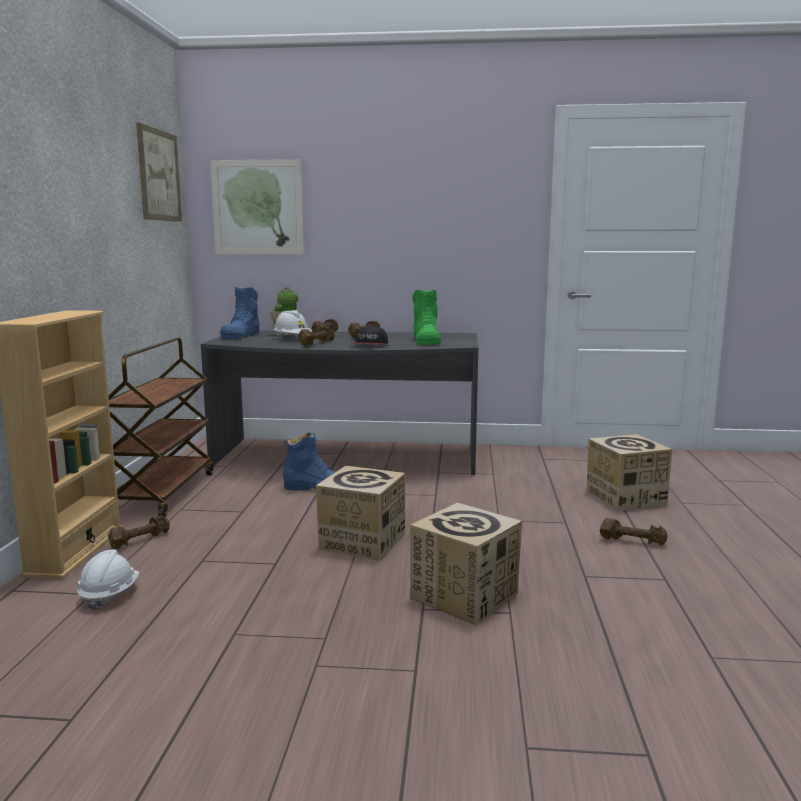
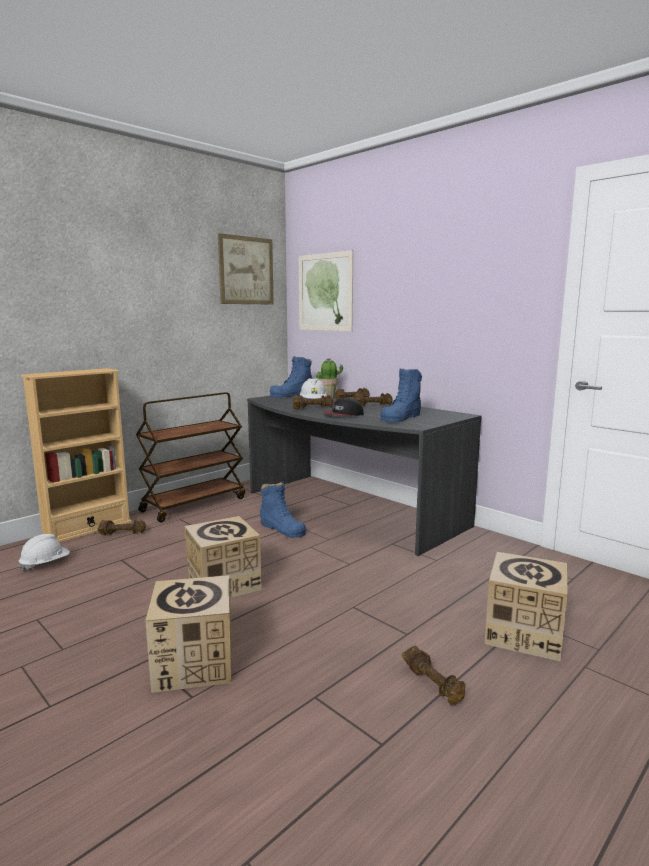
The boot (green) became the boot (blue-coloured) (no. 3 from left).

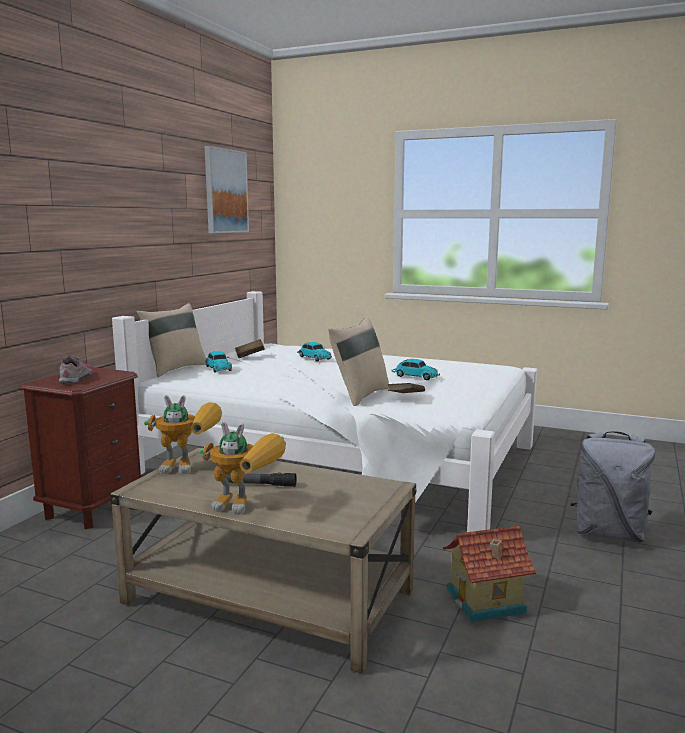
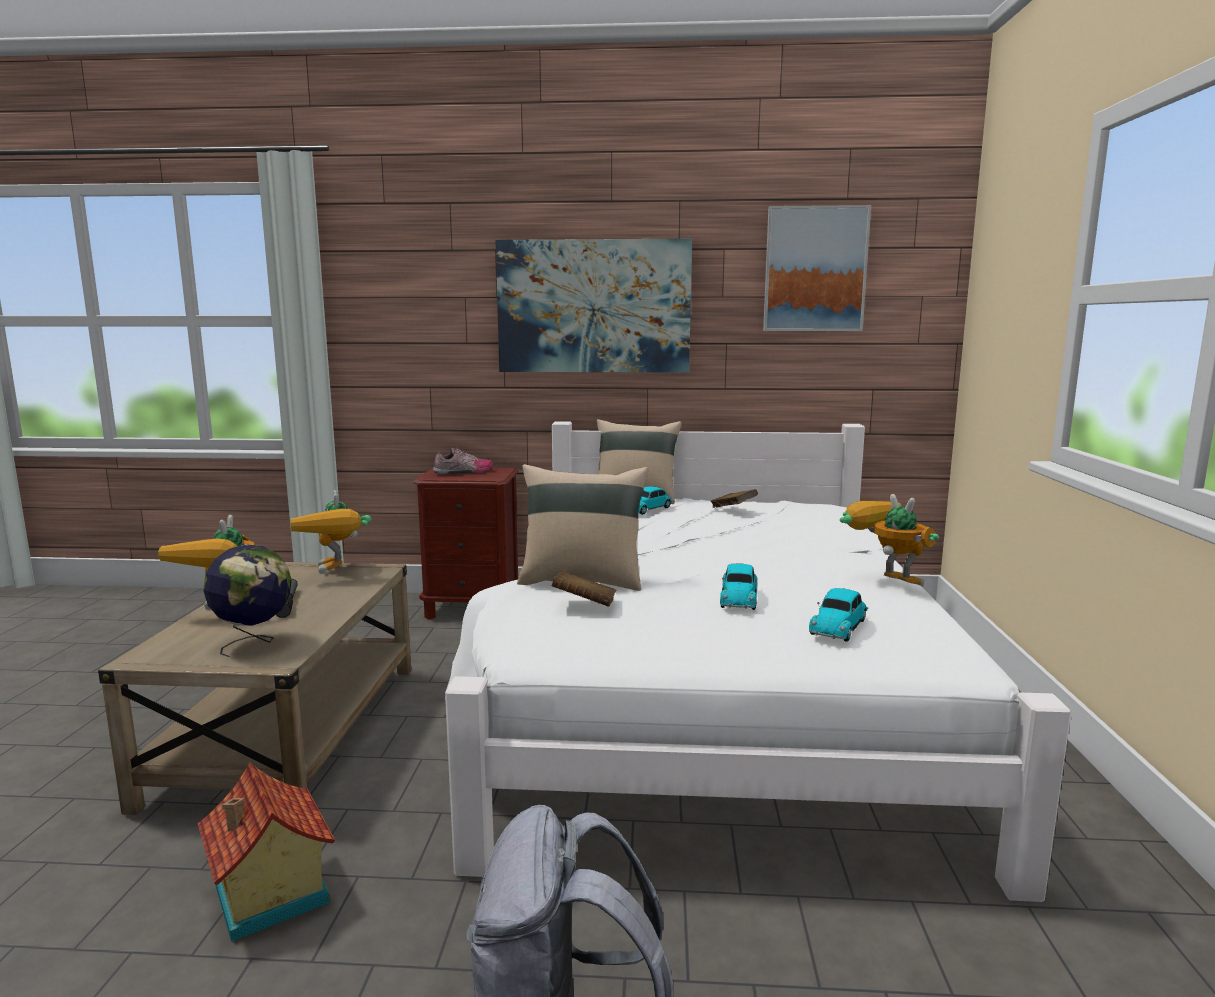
The model car (no. 2 from left in the first image) moved.
The globe appeared.
The picture (no. 1 from left) appeared.
The robot figure (no. 3 from left) appeared.

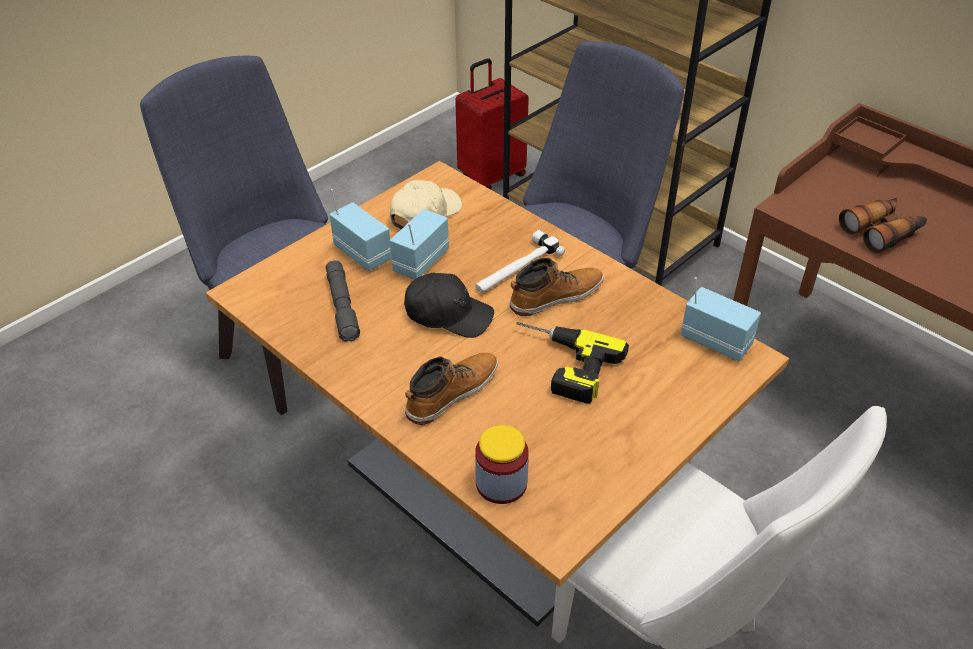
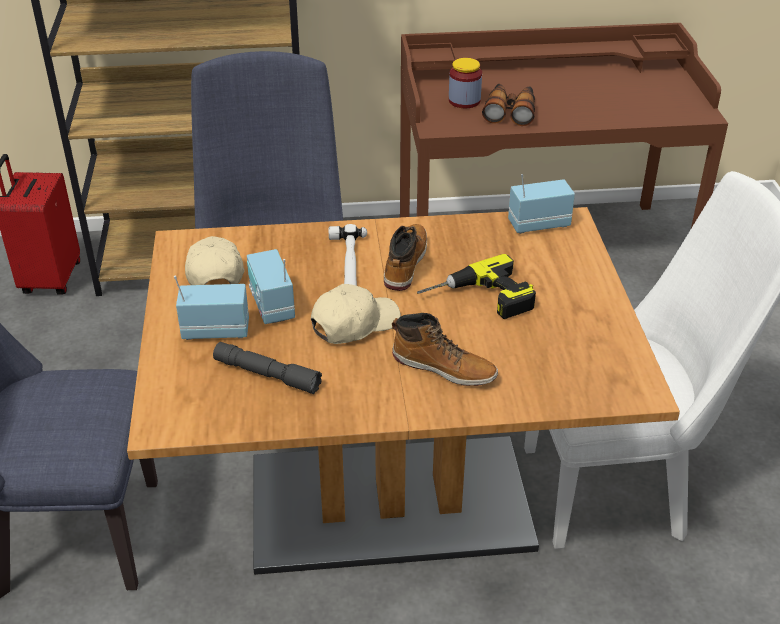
The cap (black) became the cap (sand-coloured) (no. 2 from left).
The boot (no. 1 from left in the first image) turned 120 degrees clockwise.
The jar moved.

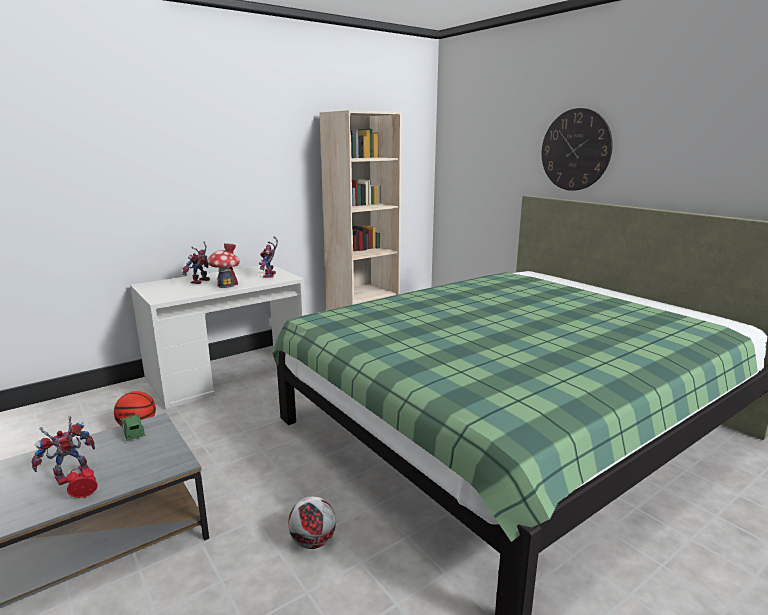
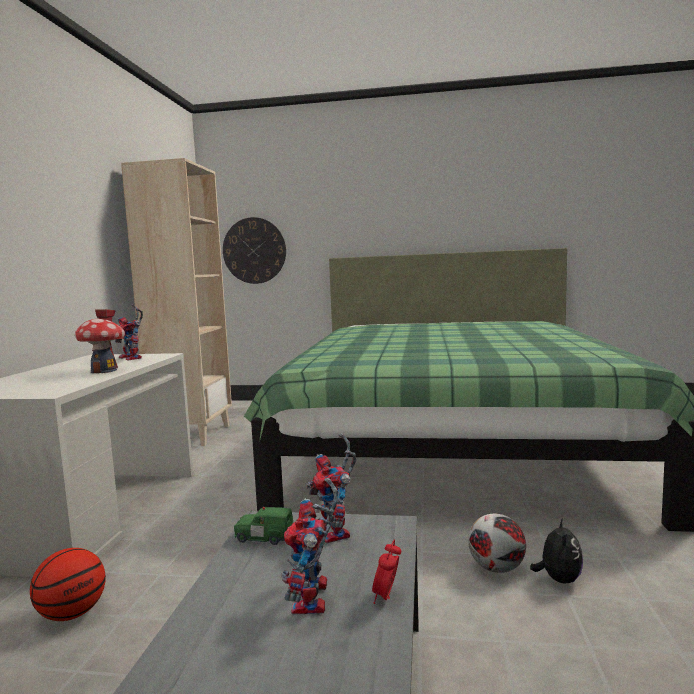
The robot figure (no. 2 from left in the first image) moved.
The wall clock moved.
The soft toy appeared.

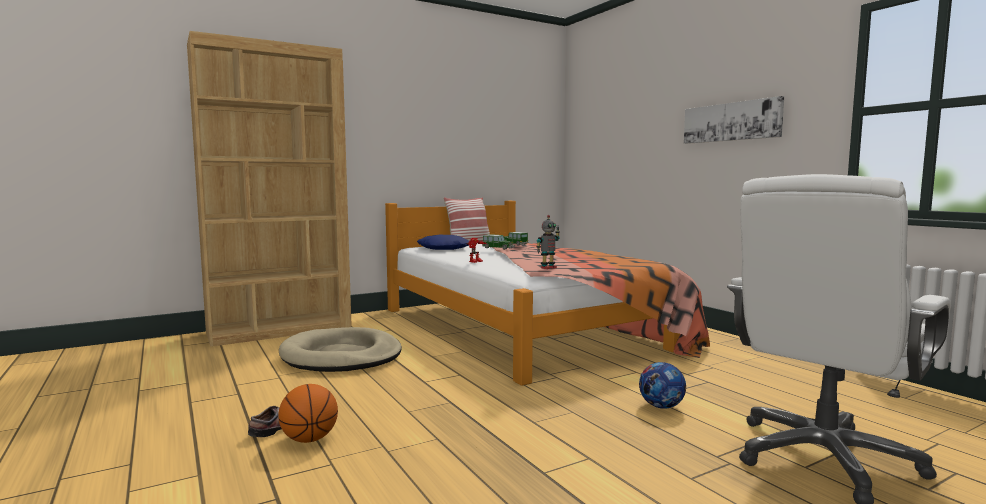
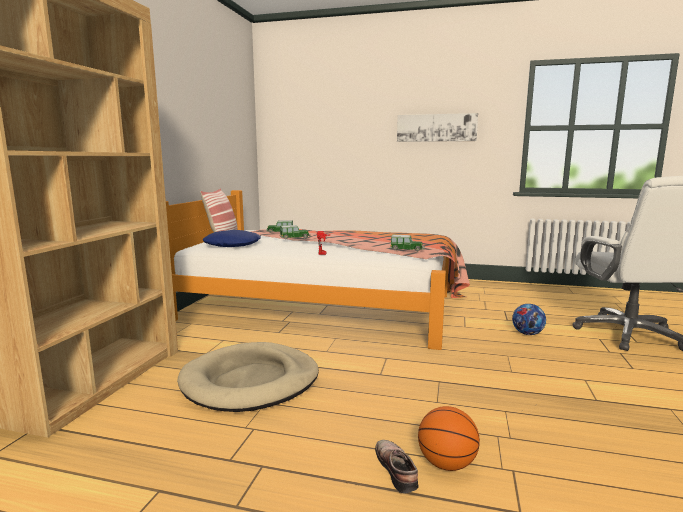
The robot figure (no. 2 from left) was replaced by the model car (no. 3 from left).

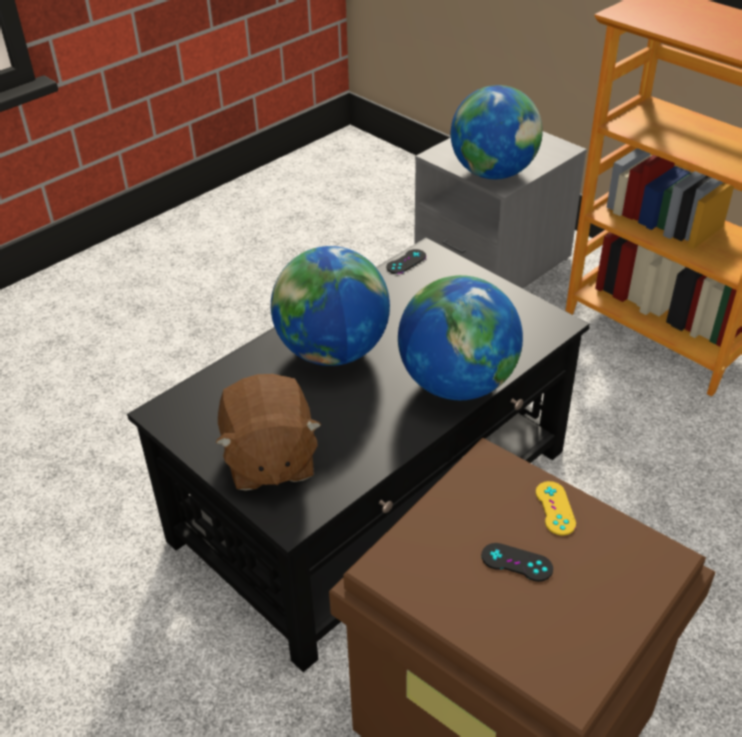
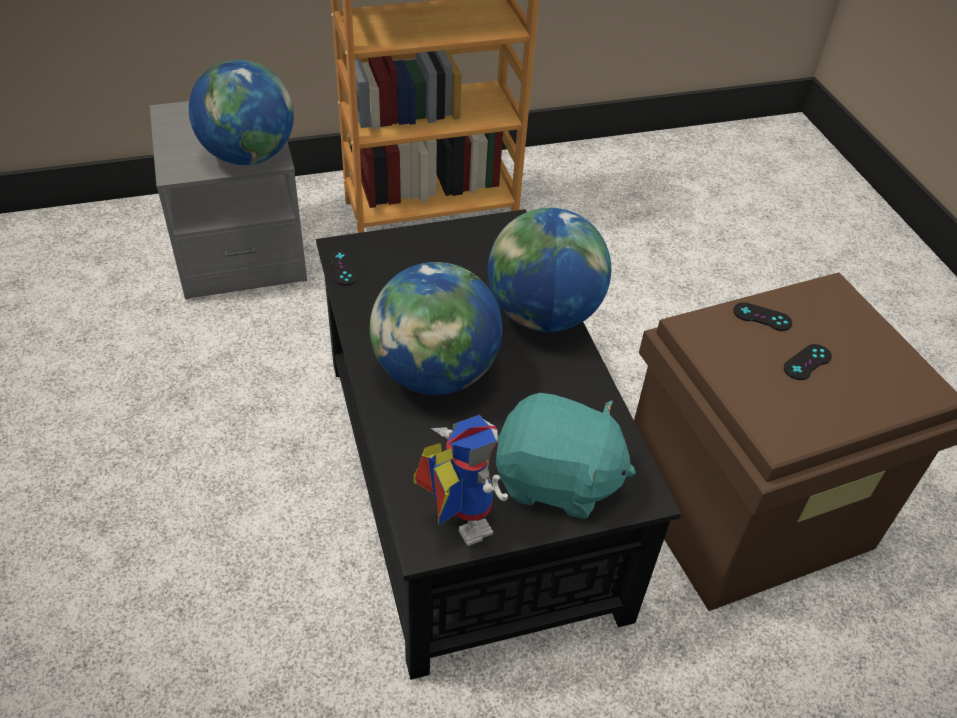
The soft toy (brownish) became the soft toy (turquoise).
The joypad (yellowish) became the joypad (black) (no. 2 from left).
The robot figure appeared.

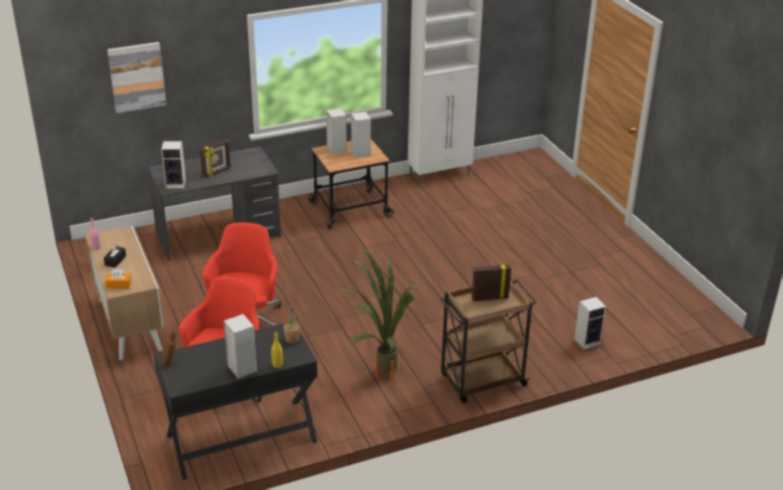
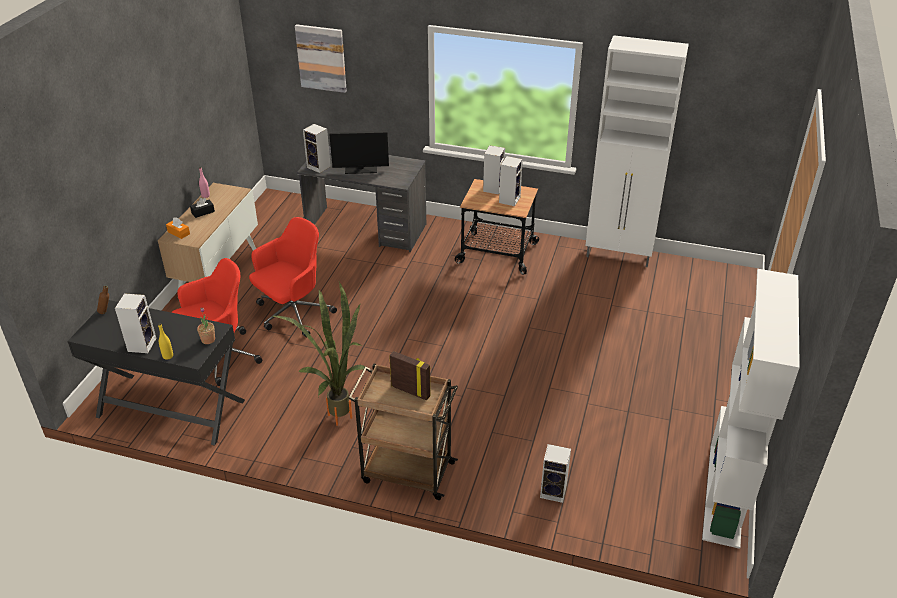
The photo frame (no. 1 from left) was replaced by the computer display.
The bookcase (white-coloured) appeared.

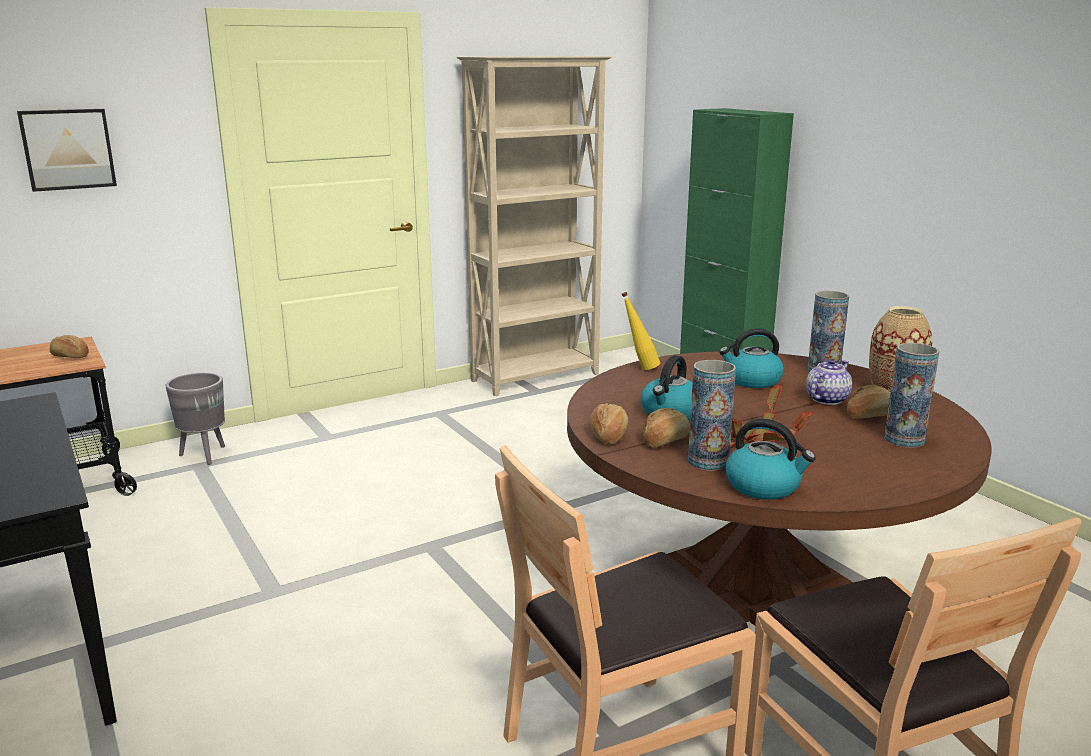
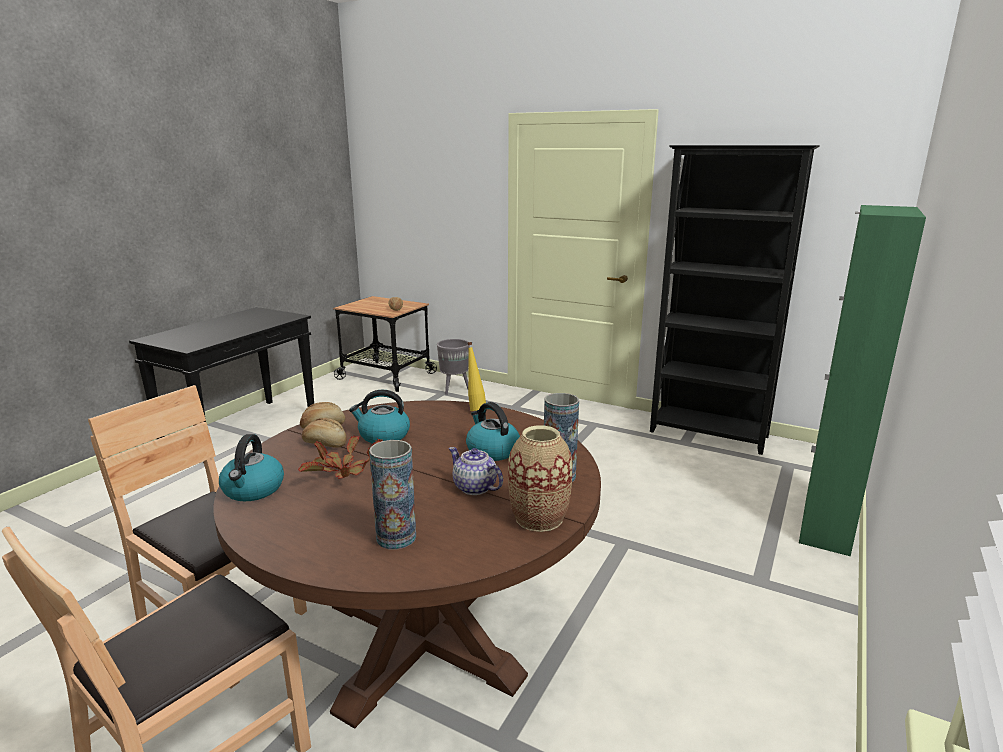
The picture disappeared.
The bookcase (sand-coloured) became the bookcase (black).
The decorative vase (no. 1 from left) disappeared.
The tea pot turned 150 degrees counterclockwise.
The baked bread (no. 4 from left) disappeared.

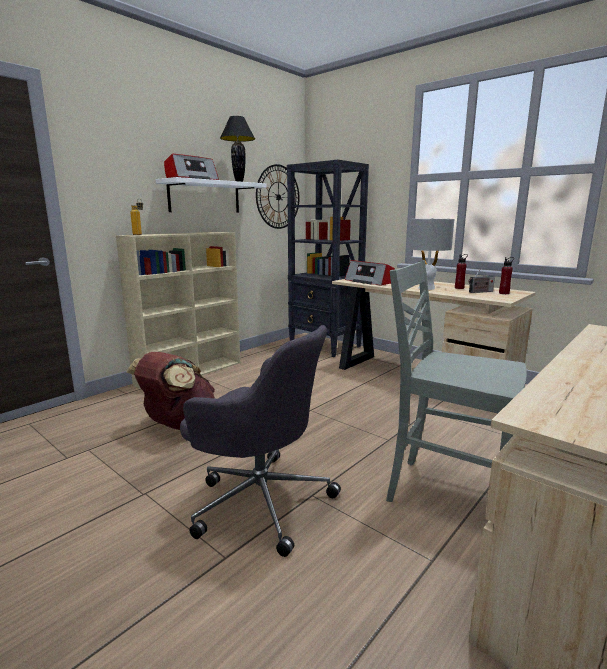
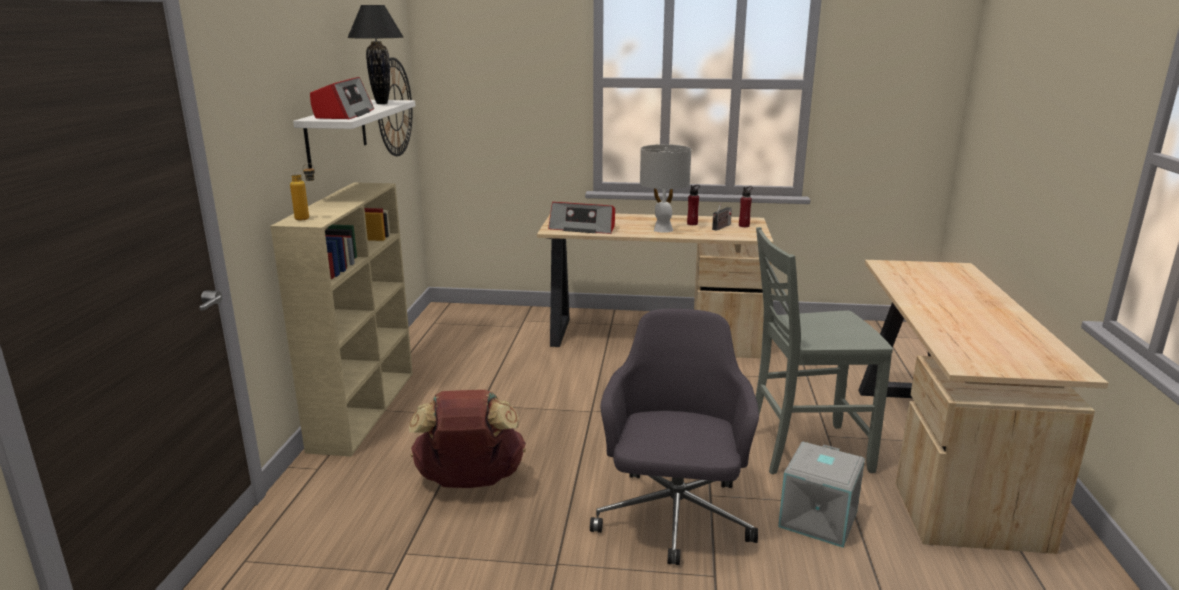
The computer chair (greyish) turned 75 degrees counterclockwise.
The bookcase (black) disappeared.
The storage container (greyish) appeared.

